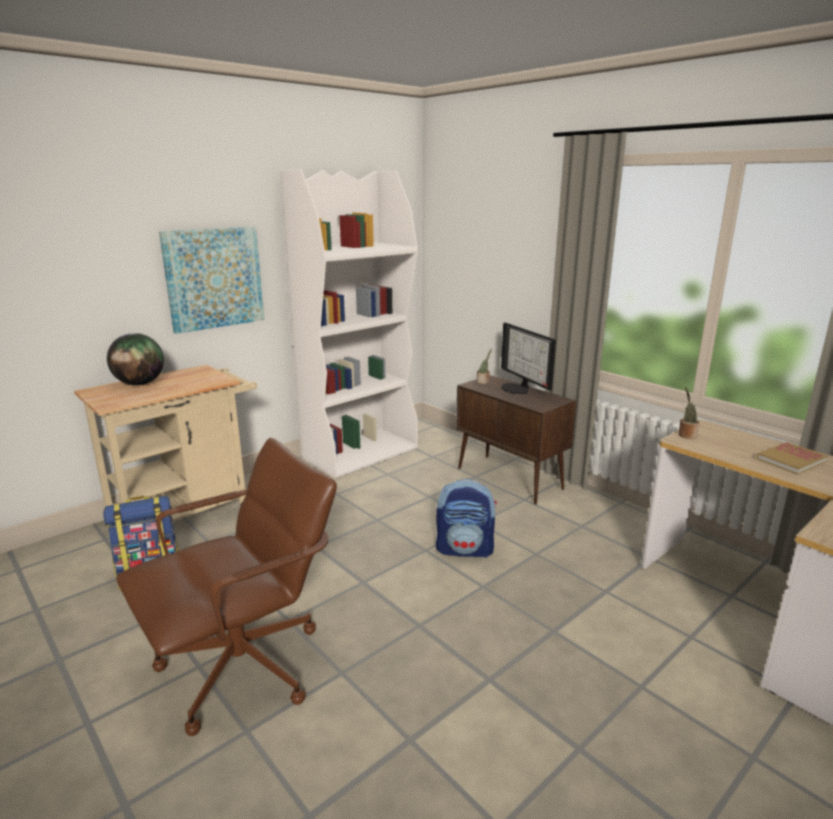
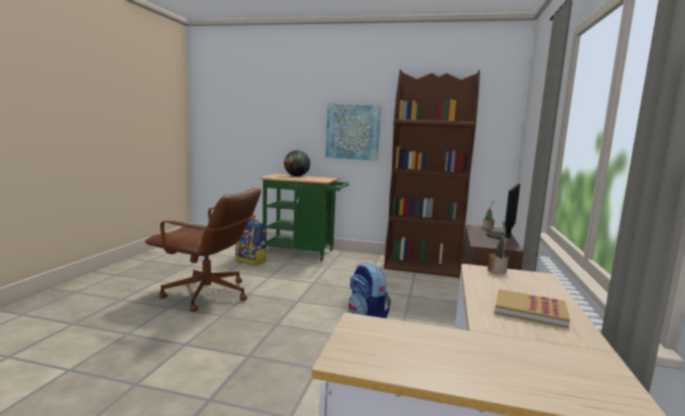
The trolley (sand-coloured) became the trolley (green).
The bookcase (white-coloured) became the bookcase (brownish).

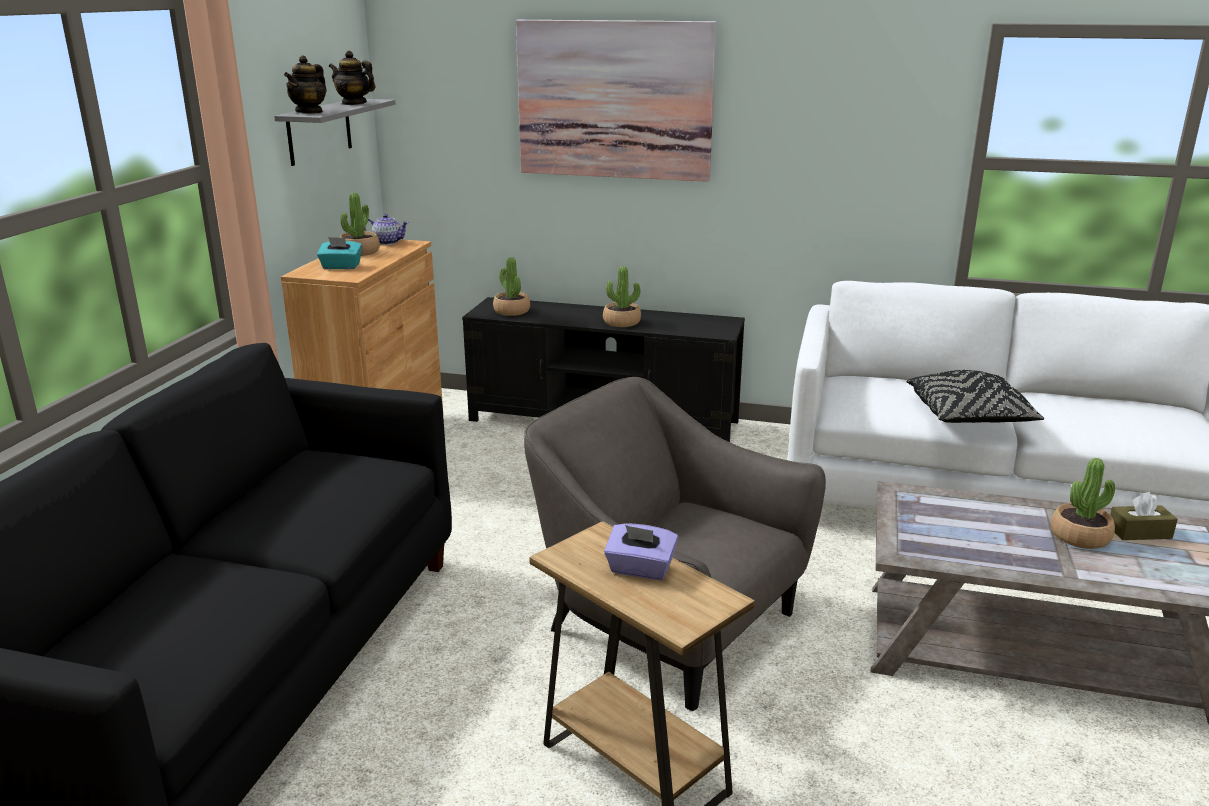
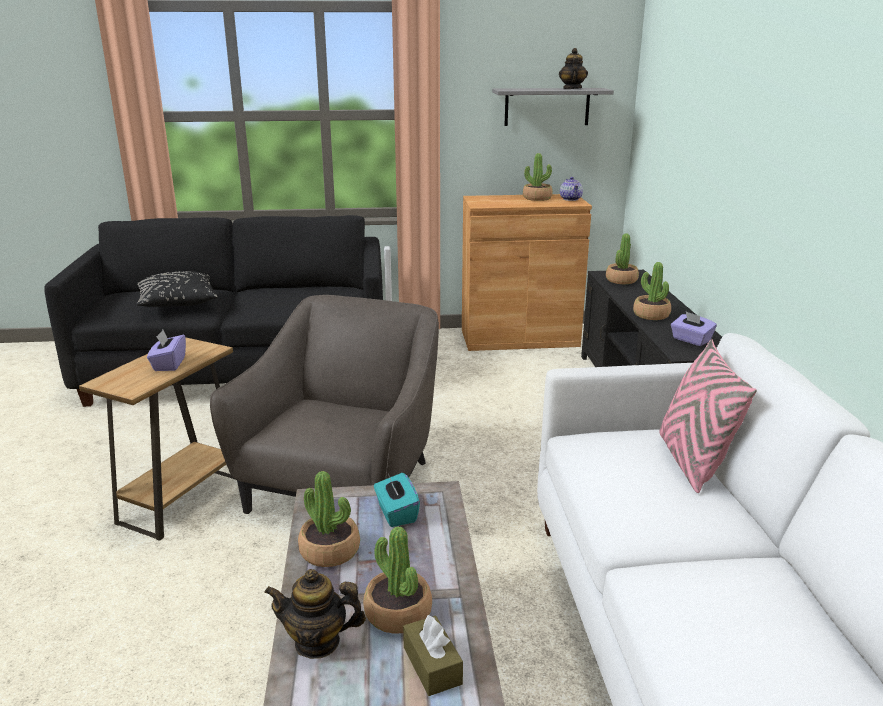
The tea pot (no. 1 from left) moved.
The tissue box (turquoise) moved.
The picture disappeared.
The cushion (black) moved.
The plant in a pot (no. 1 from left) appeared.
The cushion (pink-coloured) appeared.
The tissue box (purple-coloured) (no. 2 from left) appeared.

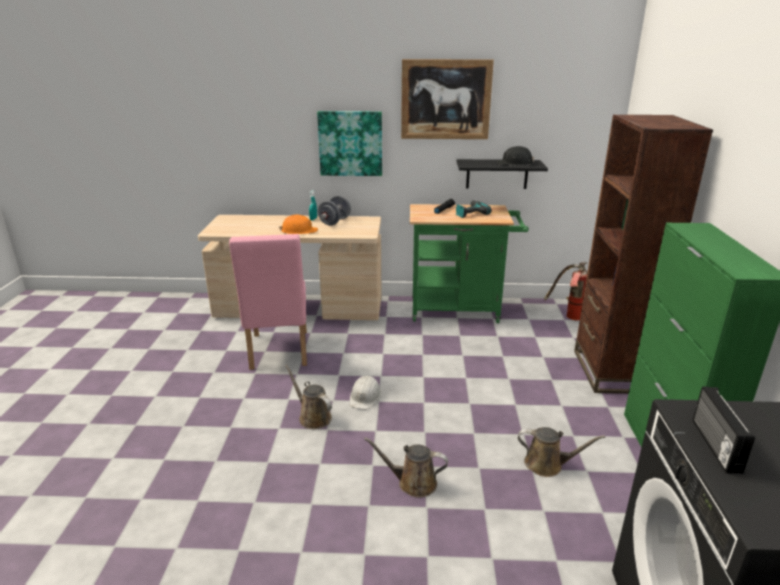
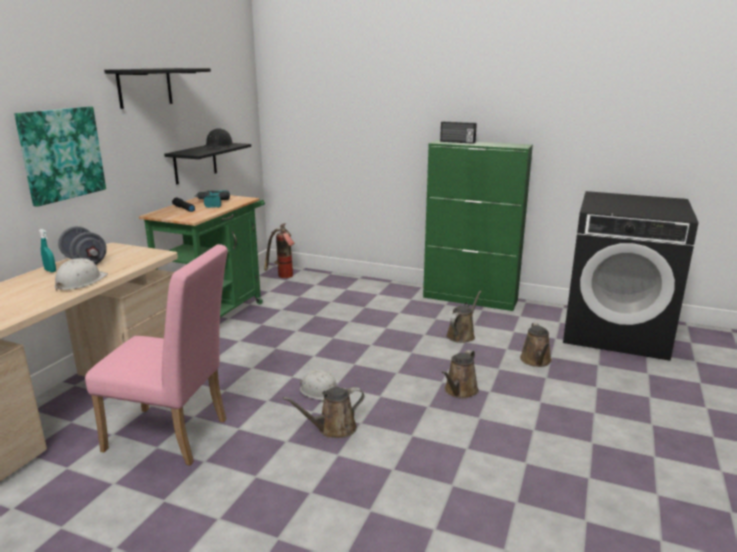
The work helmet (orange) became the work helmet (white-coloured) (no. 1 from left).
The picture (no. 2 from left) was replaced by the bracket shelf (black) (no. 1 from left).
The bookcase (brownish) disappeared.
The radio set moved.
The watering can (brownish) (no. 4 from left) appeared.

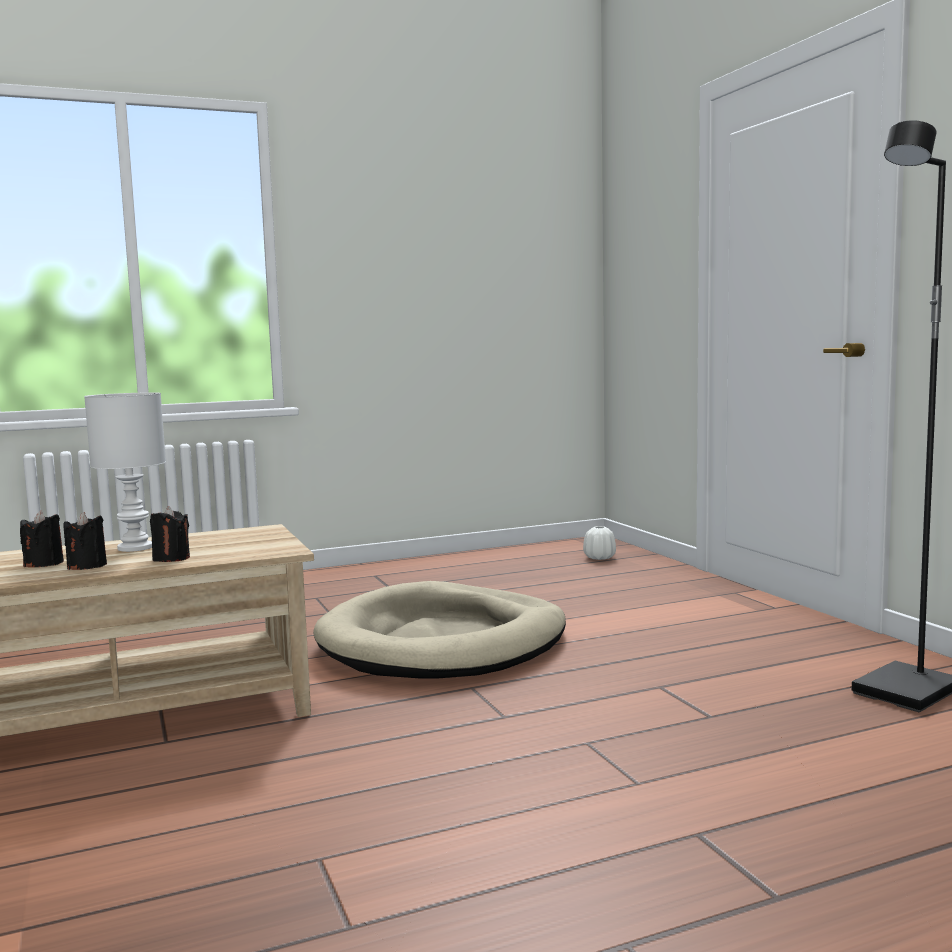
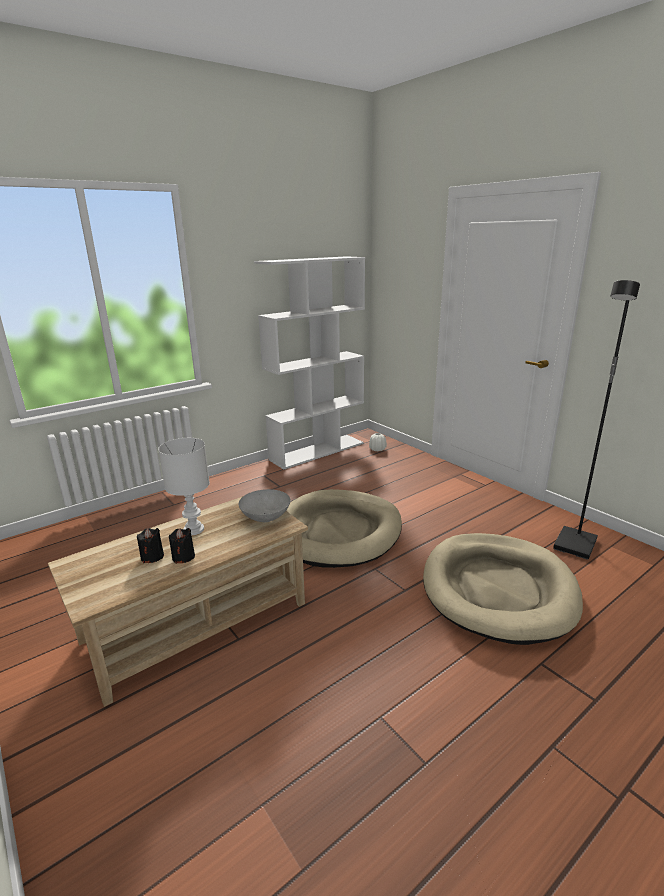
The wax light (black) (no. 3 from left) disappeared.
The bowl (greyish) appeared.
The bookcase (white-coloured) appeared.
The pet bed (sand-coloured) (no. 2 from left) appeared.

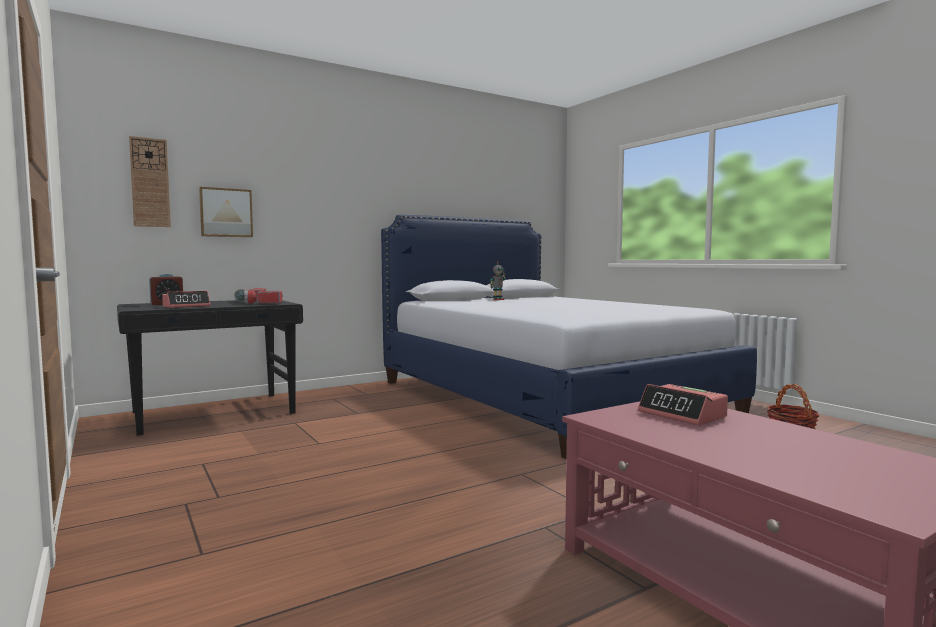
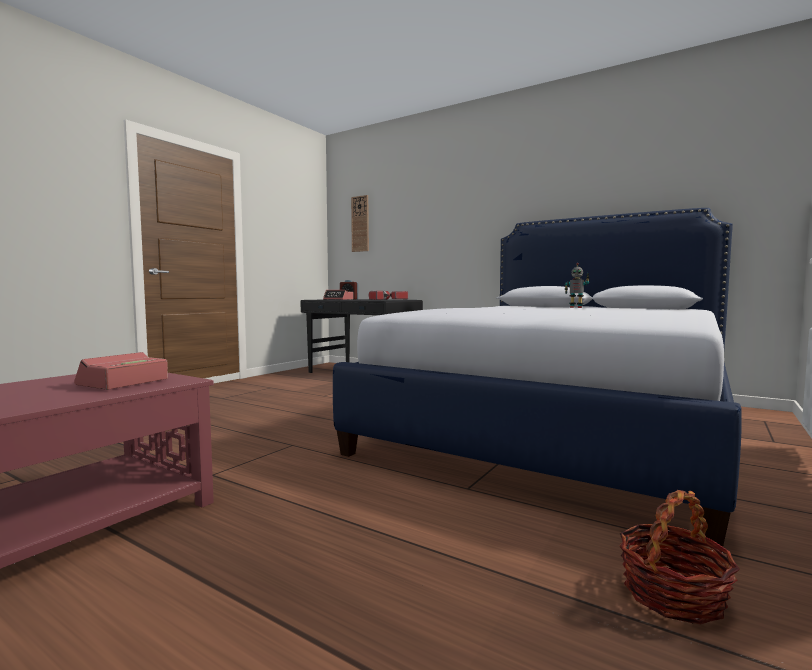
The picture disappeared.

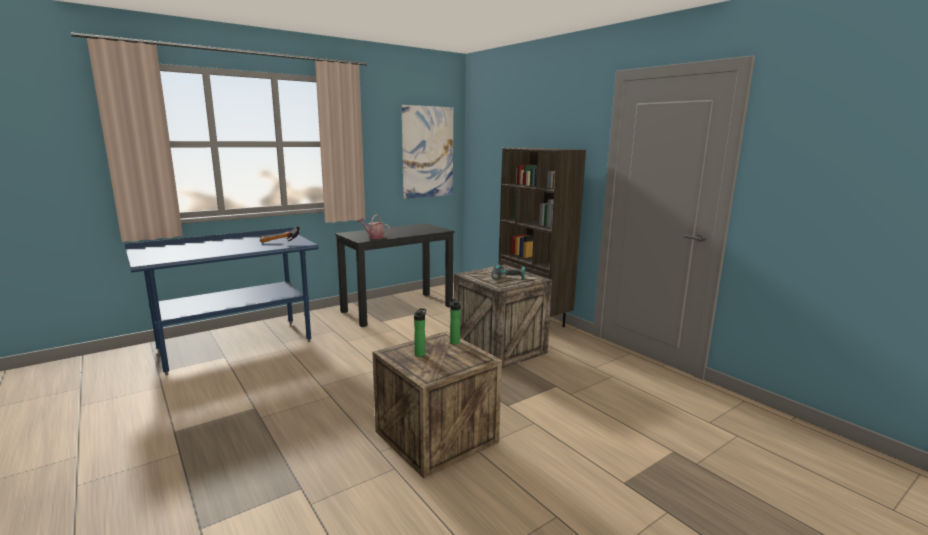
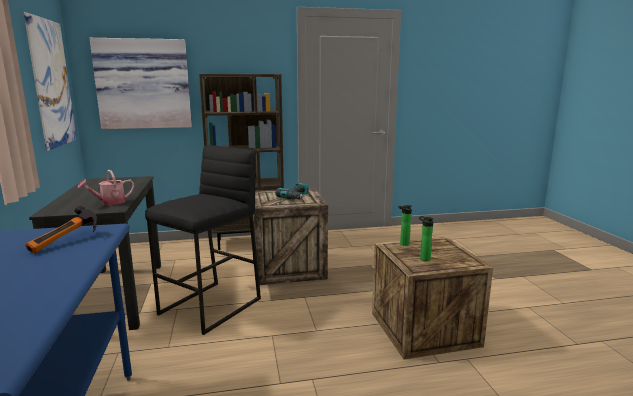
The picture (no. 2 from left) appeared.
The stool seat (black) appeared.

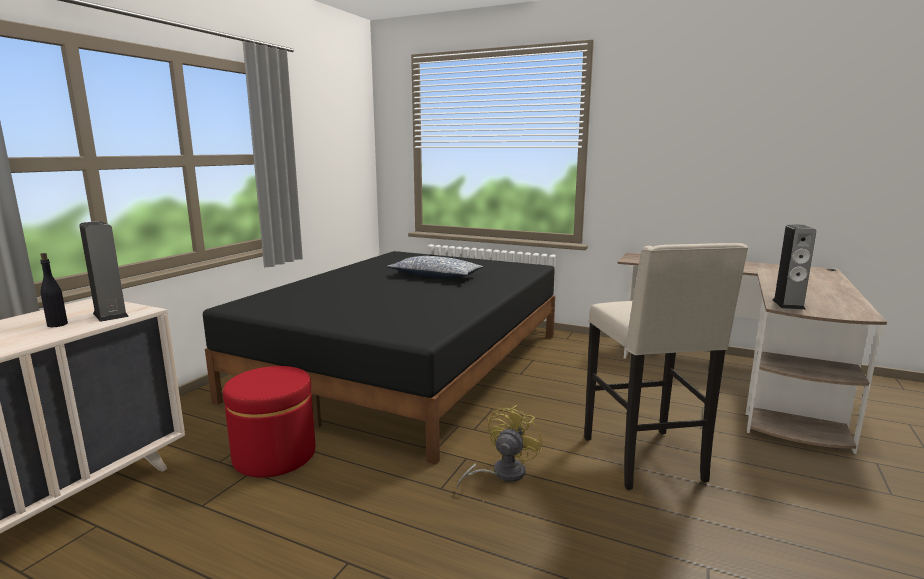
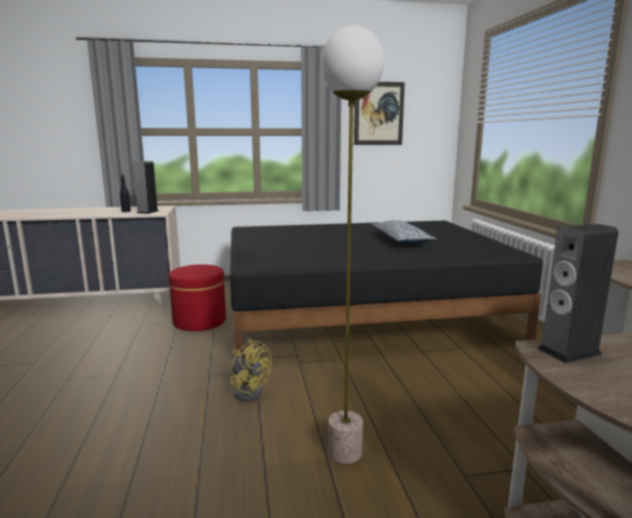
The fan (yellowish) turned 45 degrees clockwise.
The stool seat (sand-coloured) was replaced by the standard lamp.
The picture appeared.

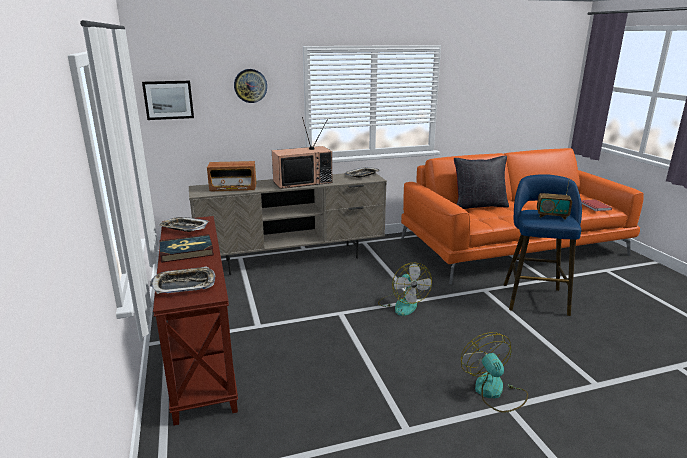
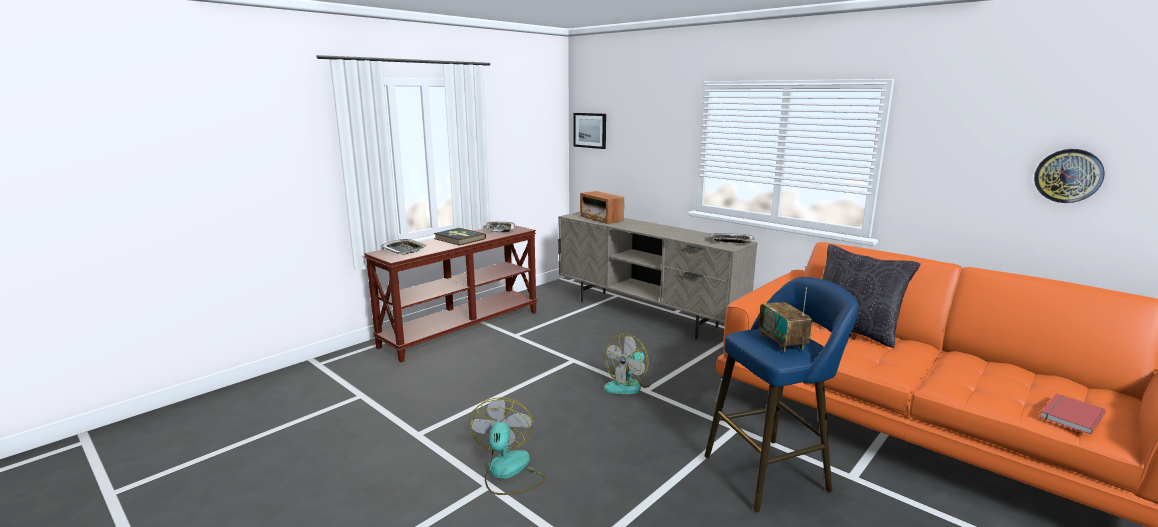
The wall clock moved.
The TV disappeared.
The fan (no. 2 from left in the first image) turned 45 degrees counterclockwise.

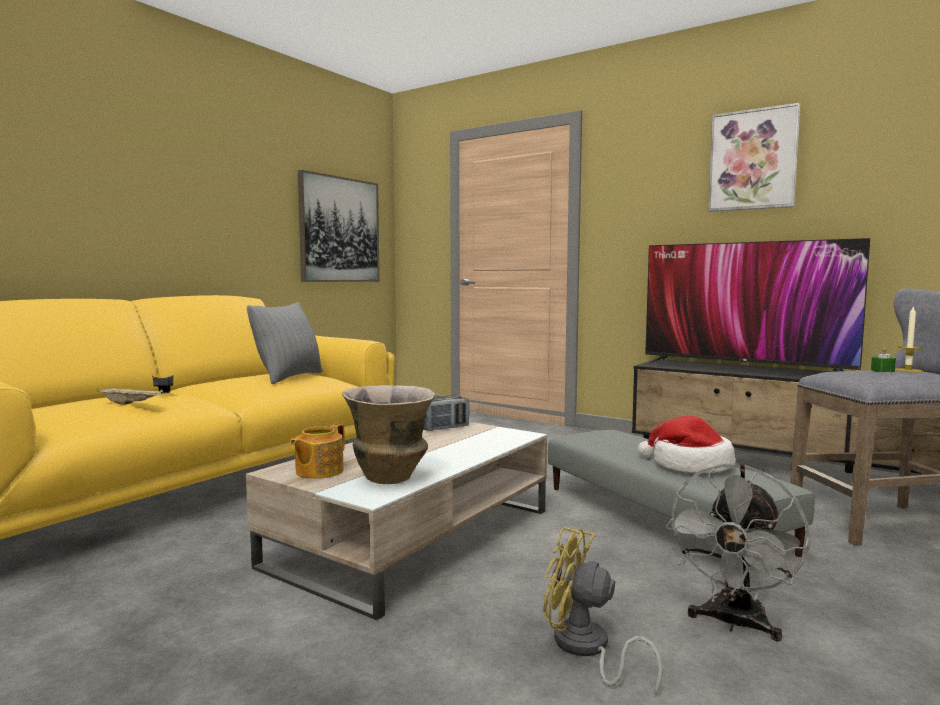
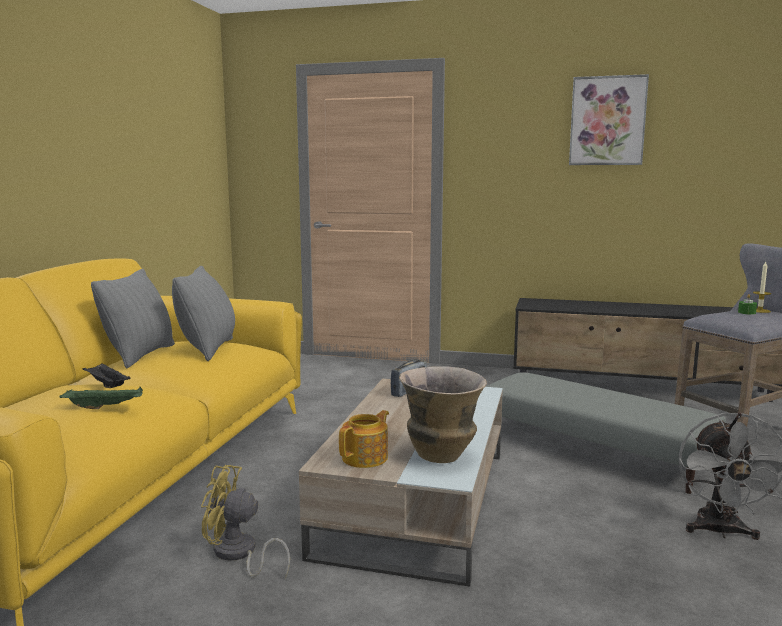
The serving tray (sand-coloured) became the serving tray (green).
The tea pot turned 150 degrees counterclockwise.
The picture (no. 1 from left) disappeared.
The fan (yellowish) moved.
The hat disappeared.
The TV disappeared.
The cushion (greyish) (no. 1 from left) appeared.

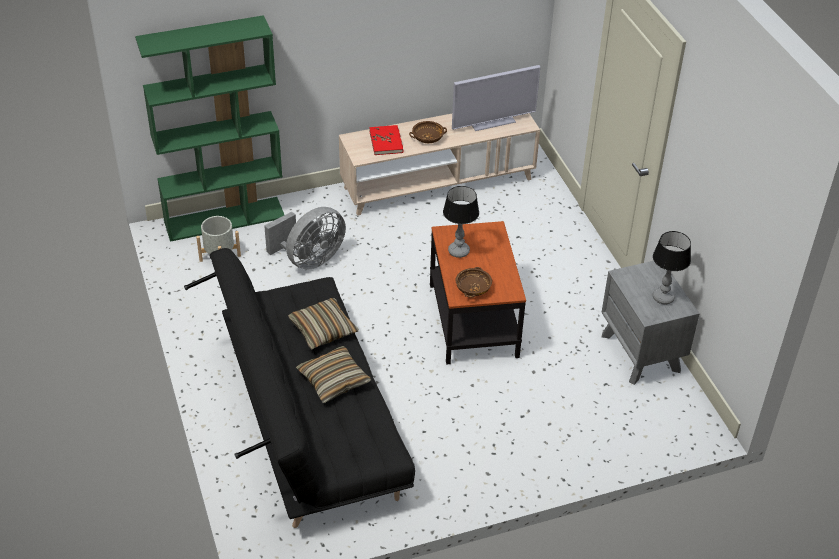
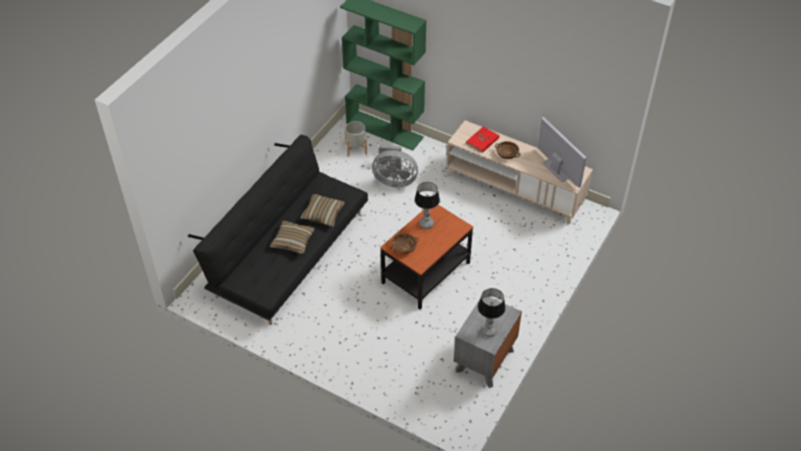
The TV turned 150 degrees counterclockwise.

